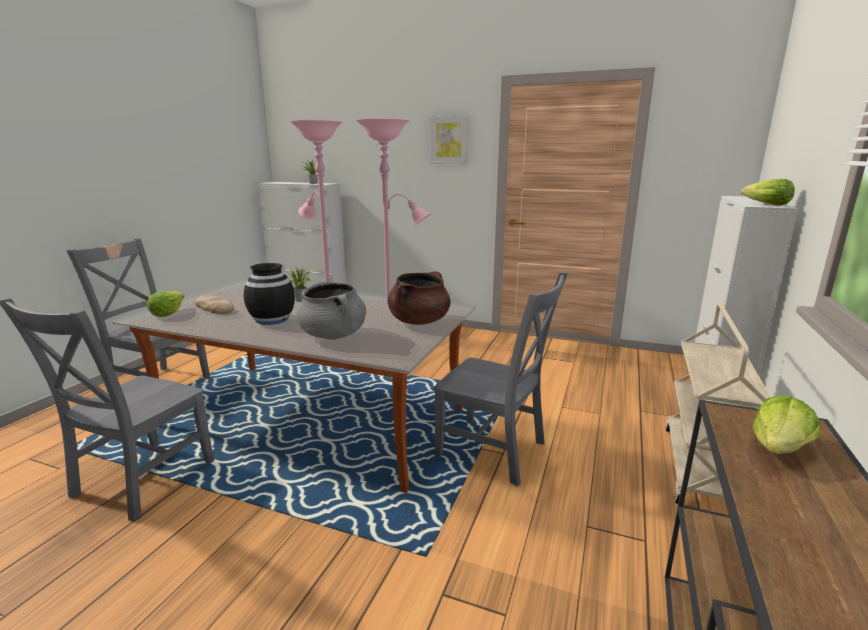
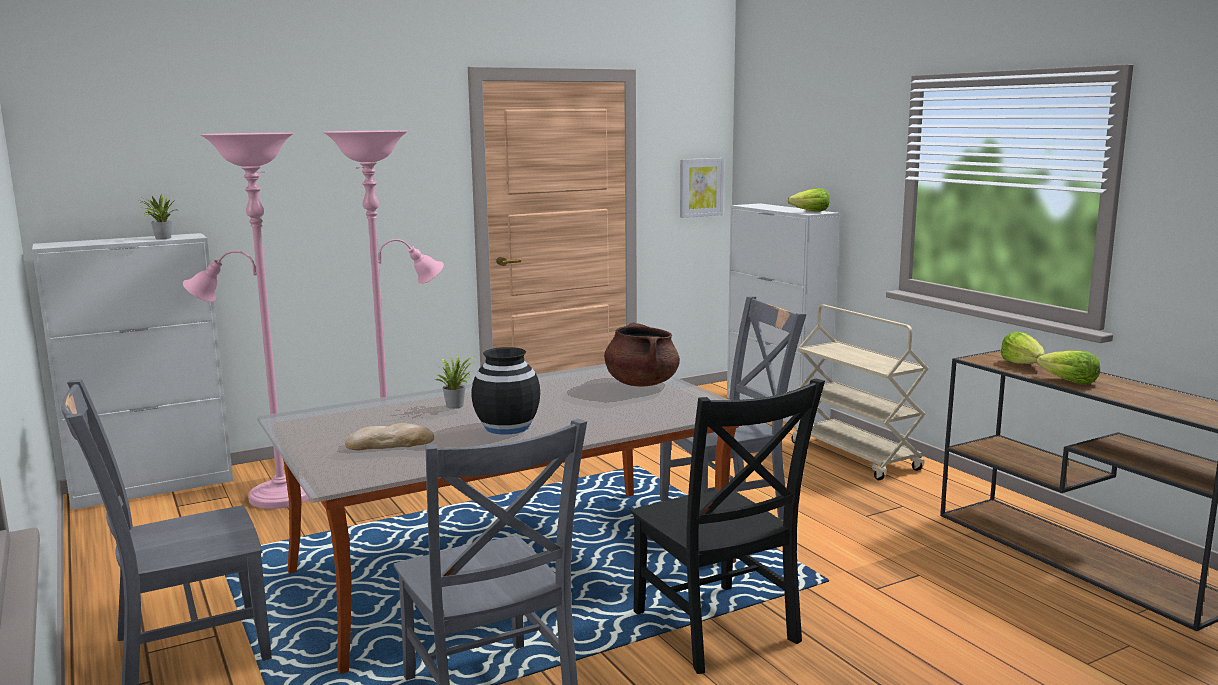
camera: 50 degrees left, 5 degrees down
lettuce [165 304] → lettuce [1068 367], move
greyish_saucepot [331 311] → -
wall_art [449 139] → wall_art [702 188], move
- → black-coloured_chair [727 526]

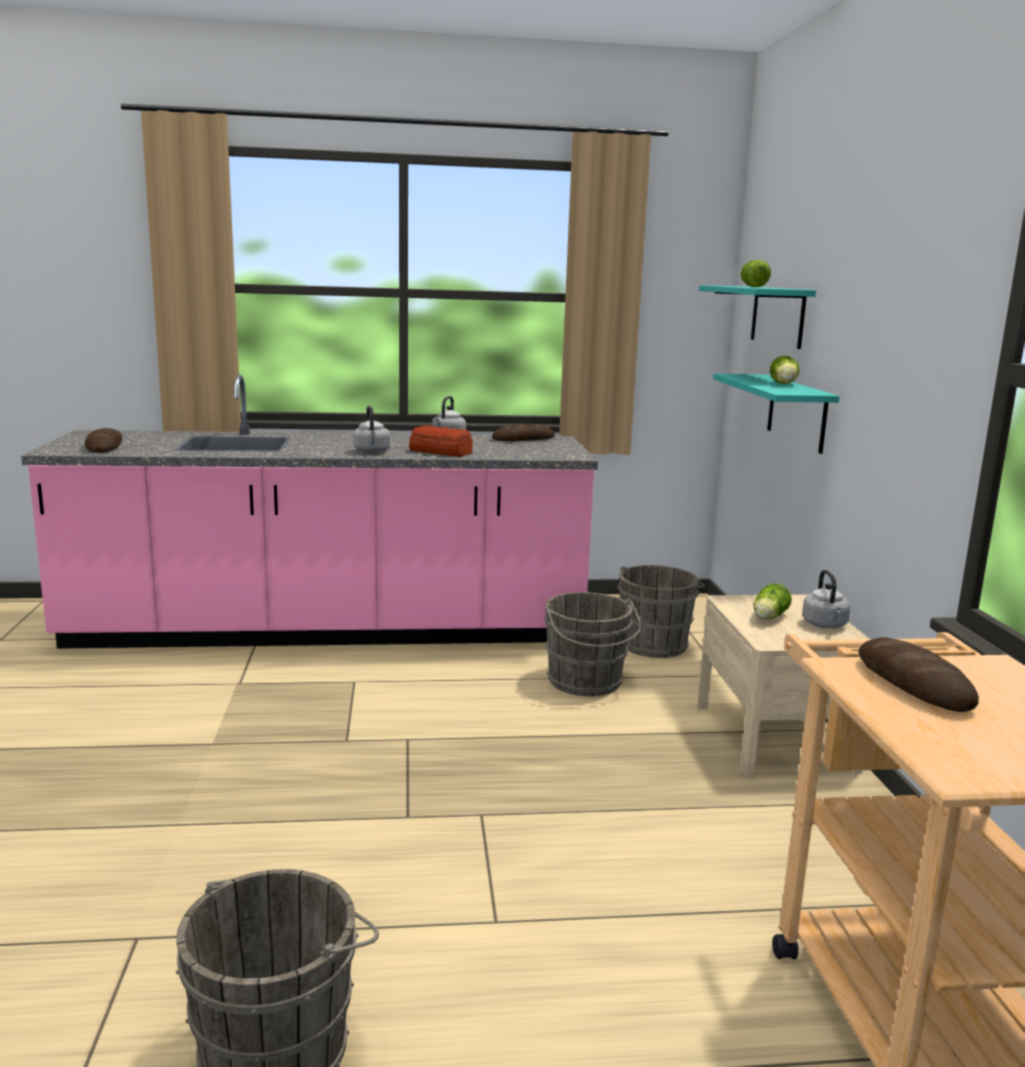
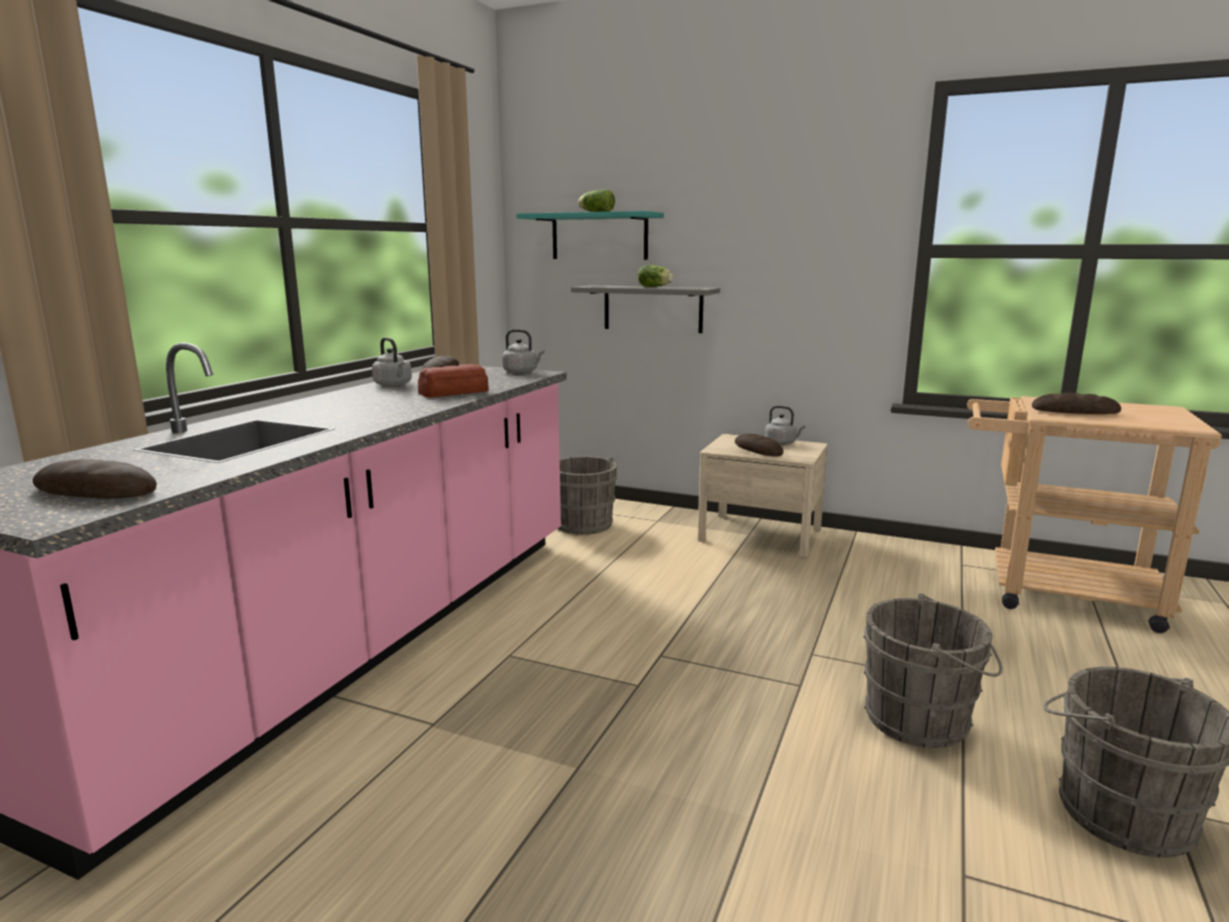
camera: 60 degrees left, 0 degrees up
greyish_water_kettle [372 429] → greyish_water_kettle [523 351], move
greyish_pail [592 644] → greyish_pail [933 670], move
blue-green_bracket_shelf [776 413] → greyish_bracket_shelf [645 309]
lettuce [773 601] → bakery_bread [759 445]

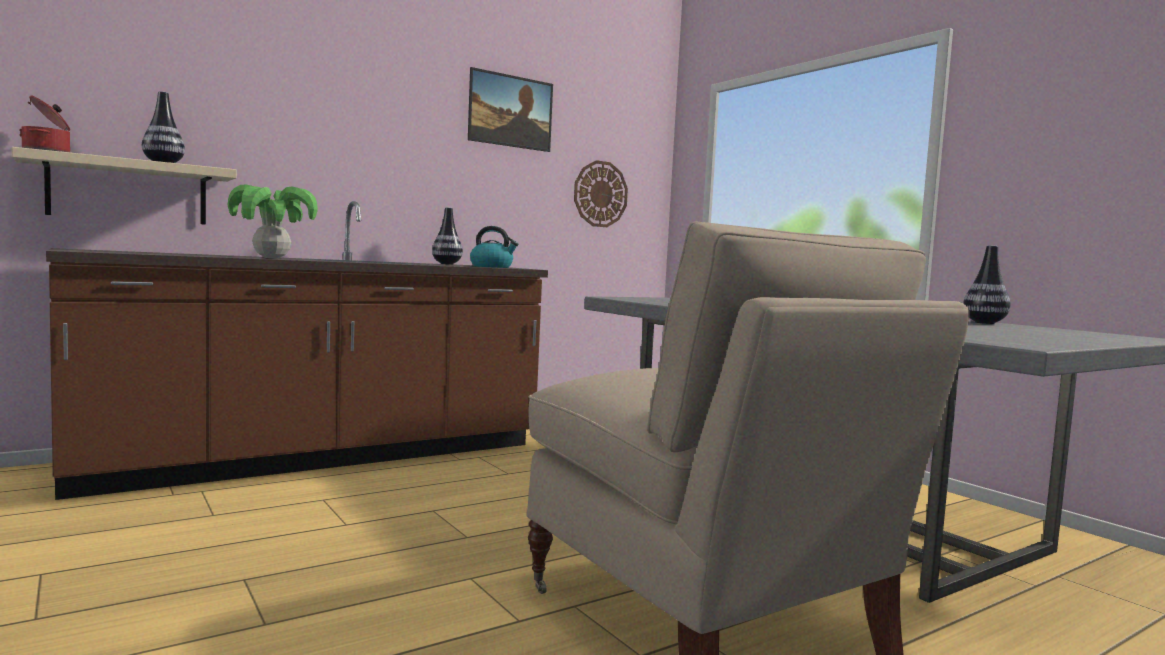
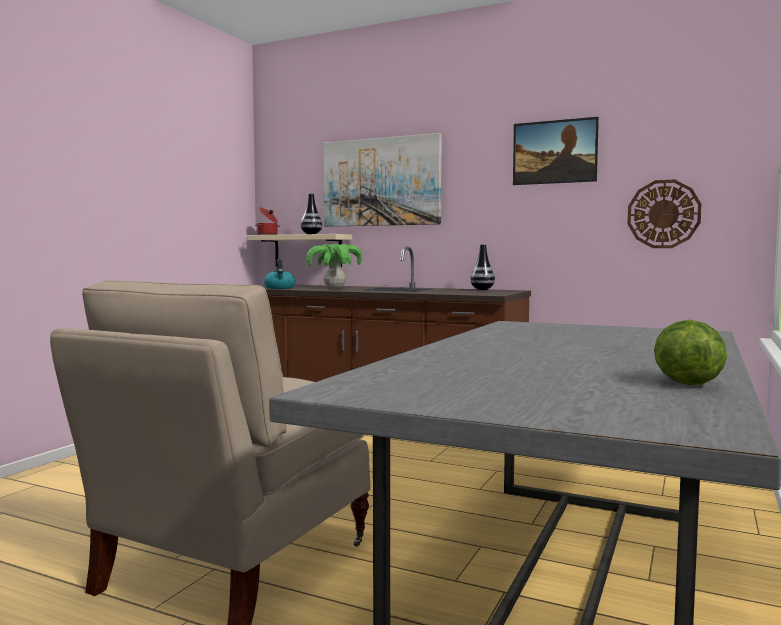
camera: 60 degrees right, 0 degrees up
water_kettle [494 247] → water_kettle [279 274], move
flower_vase [986 284] → lettuce [690 352]
- → wall_art [382 180]

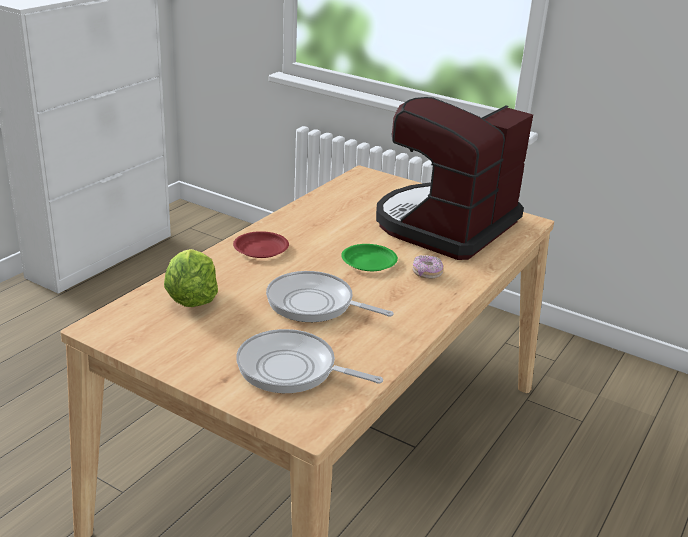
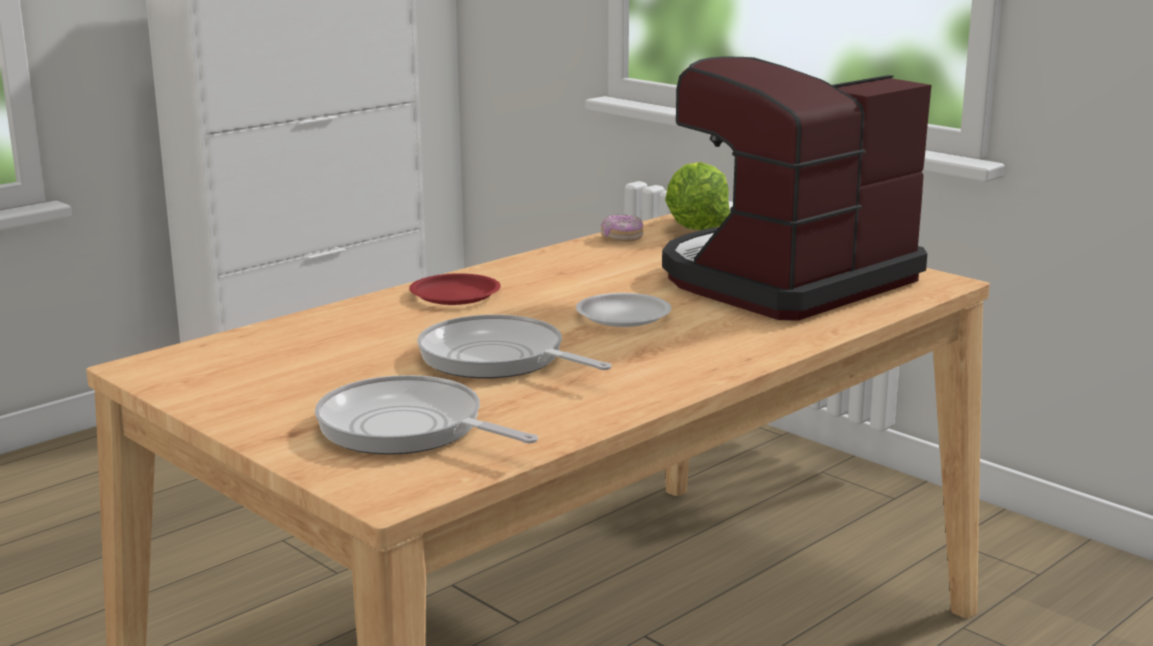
camera: 15 degrees right, 10 degrees down
lettuce [191 278] → lettuce [697 196], move
green_flat_dish [369 257] → white_flat_dish [623 310]
doughnut [427 267] → doughnut [622 228], move

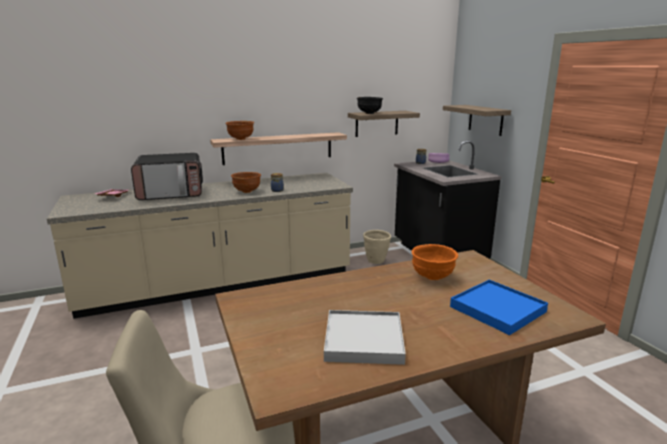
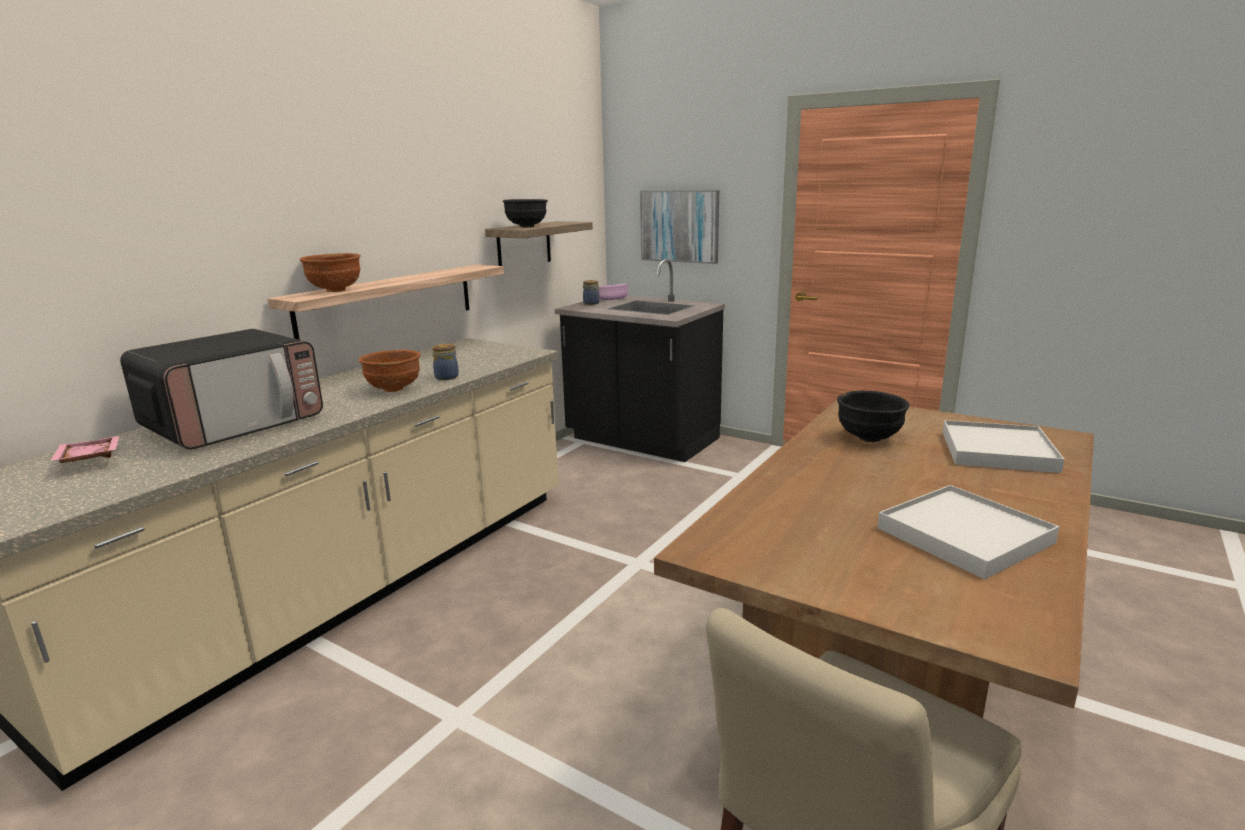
camera: 35 degrees left, 0 degrees up
beige-coloured_planter [377 247] → -
orange-coloured_serving_bowl [435 262] → black-coloured_serving_bowl [873 416]
bracket_shelf [477 120] → wall_art [679 227]
blue-coloured_serving_tray [499 307] → white_serving_tray [1003 446]

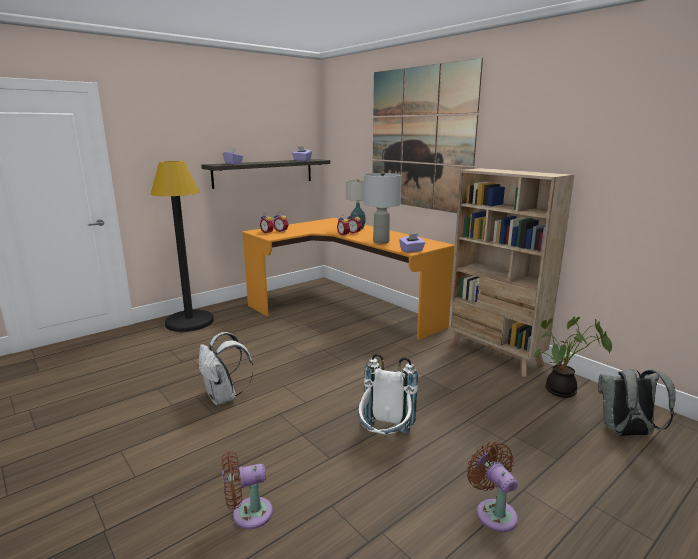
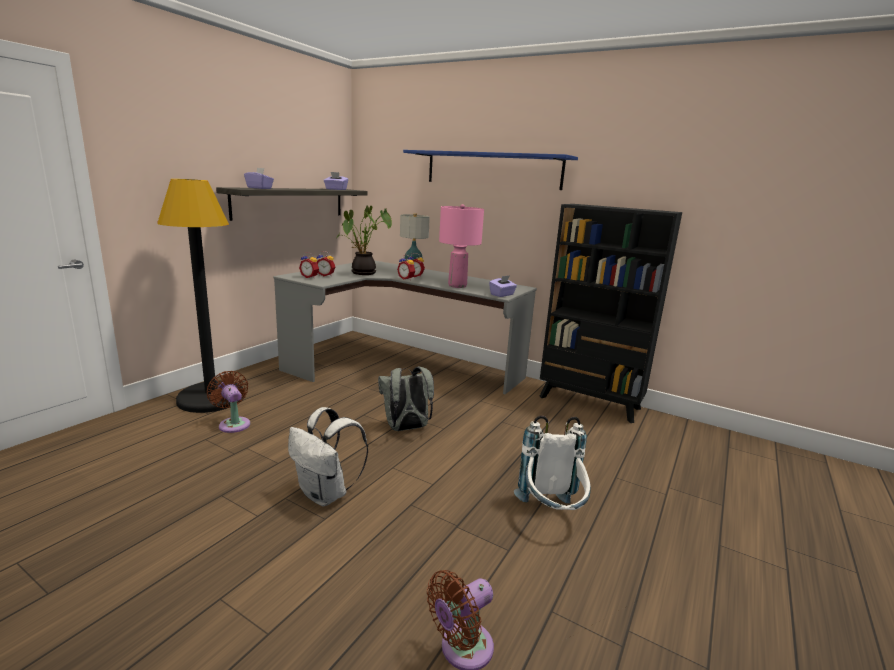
camera: 20 degrees left, 0 degrees up
orange-coloured_desk [348 279] → greyish_desk [405 327]
greyish_table_lamp [383 208] → pinkish_table_lamp [461 246]
wall_art [427 135] → blue-coloured_bracket_shelf [490 170]
beige-coloured_bookshelf [511 272] → black-coloured_bookshelf [610 313]
brown_fan [492 487] → brown_fan [228 402], move
plant_in_a_pot [572 357] → plant_in_a_pot [364 240], move
greyish_knapsack [637 402] → greyish_knapsack [406 399], move

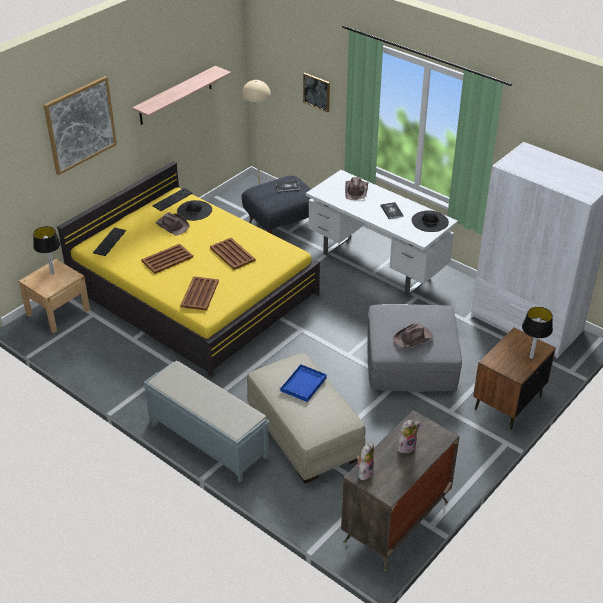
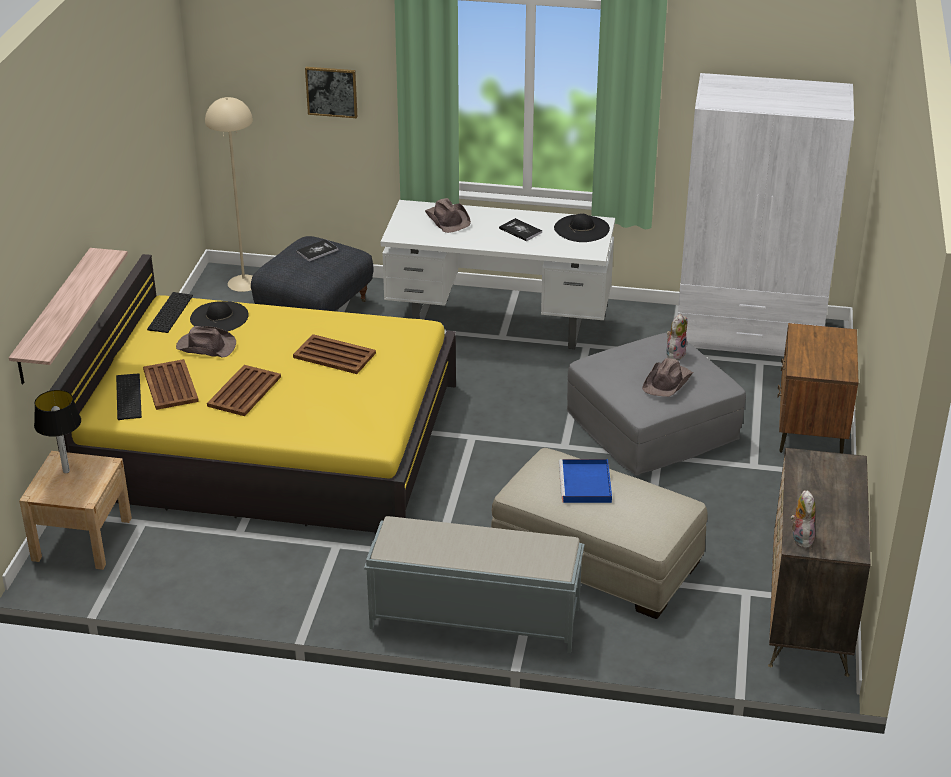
camera: 30 degrees left, 5 degrees down
wall_art [80 125] → -
bracket_shelf [181 95] → bracket_shelf [68 316], move
brown_serving_tray [199 293] → brown_serving_tray [171 384], move
soft_toy [409 436] → soft_toy [676 337], move
table_lamp [537 333] → -

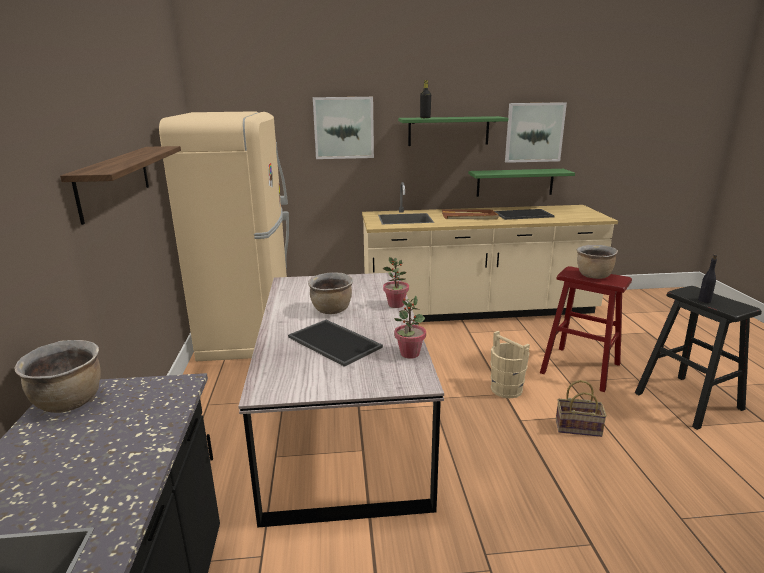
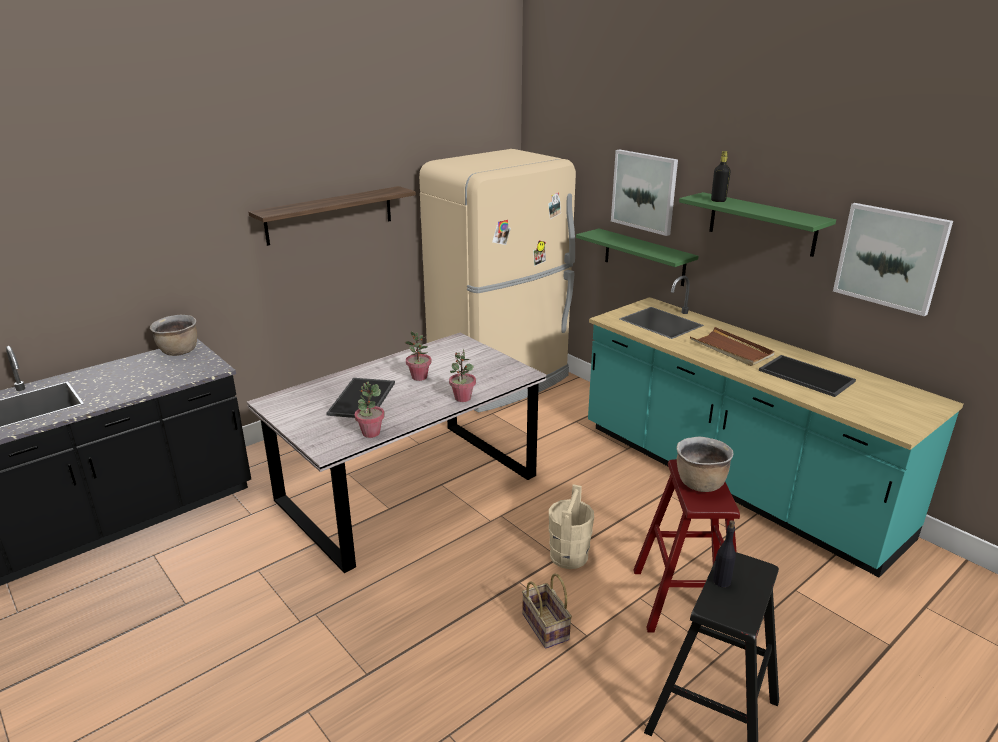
camera: 55 degrees right, 5 degrees up
brown_saucepot [330 293] → plant_in_a_pot [418 356]
beige-coloured_kitchen_base_unit [490 252] → blue-green_kitchen_base_unit [775 426]
green_bracket_shelf [521 183] → green_bracket_shelf [637 257], move

